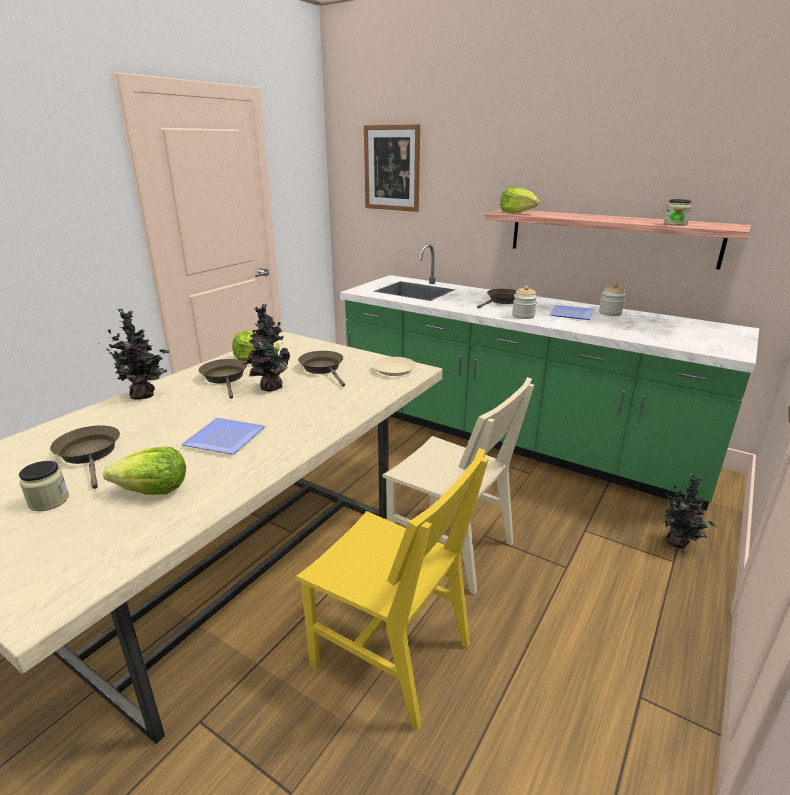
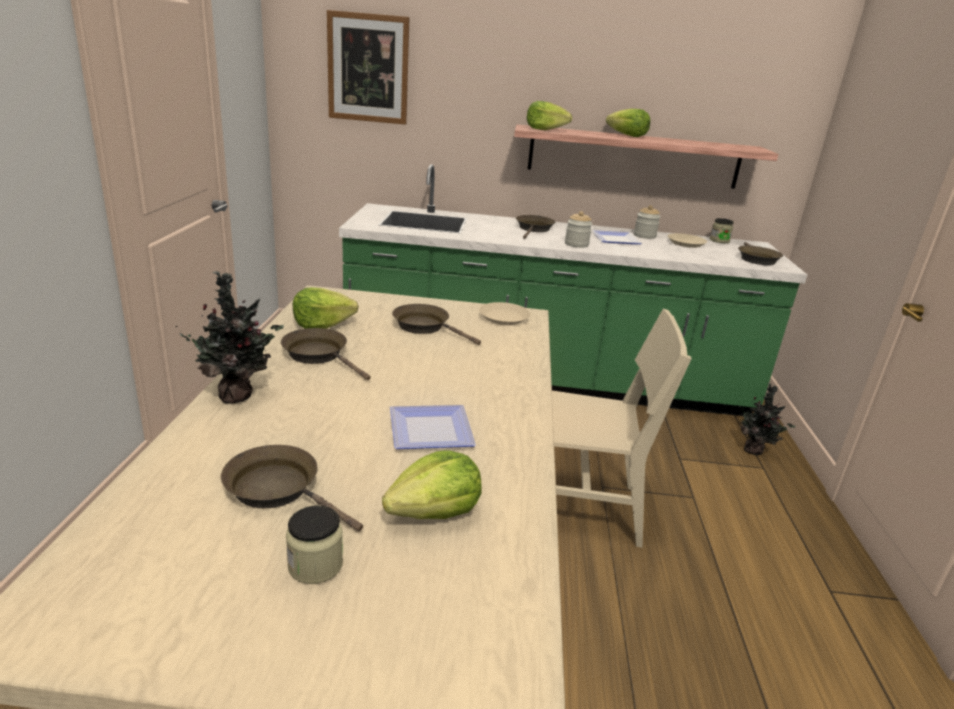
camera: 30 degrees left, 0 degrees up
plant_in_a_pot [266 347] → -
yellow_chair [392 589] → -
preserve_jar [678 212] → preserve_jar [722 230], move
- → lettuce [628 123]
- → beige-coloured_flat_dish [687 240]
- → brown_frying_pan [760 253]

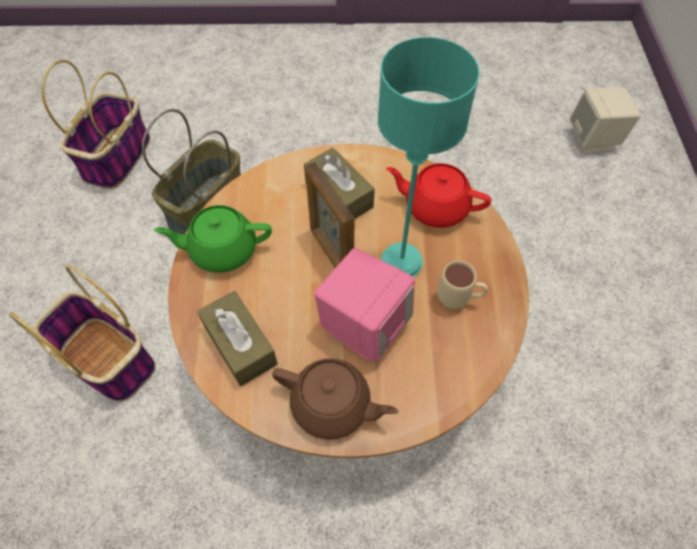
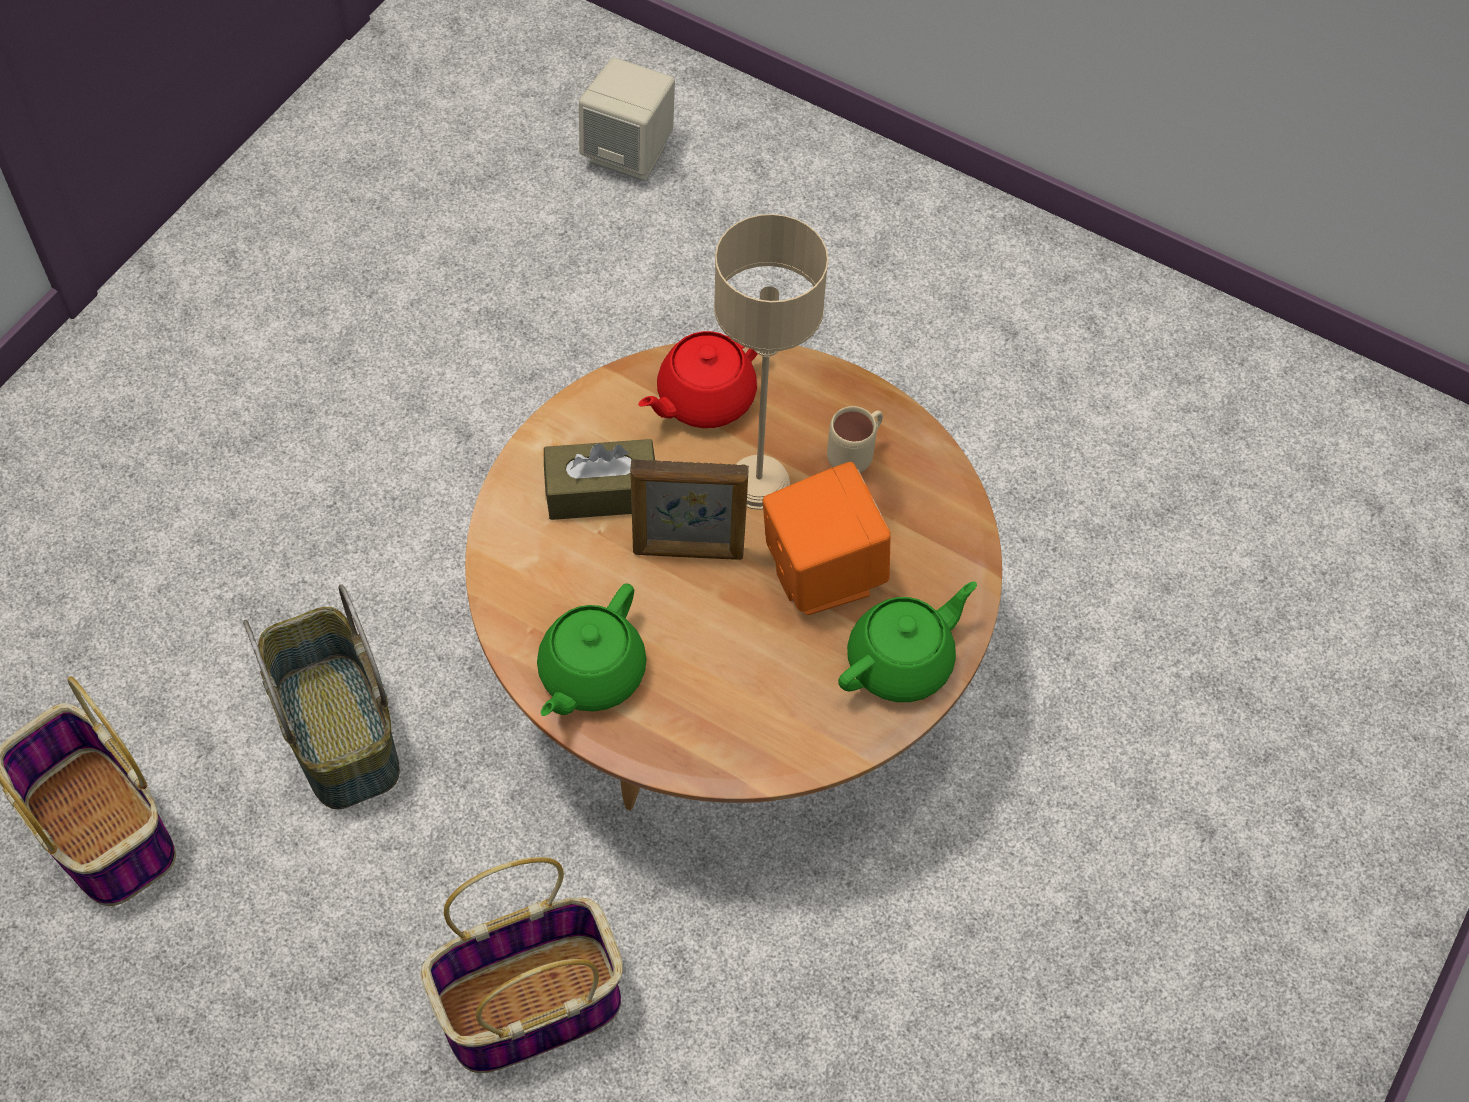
camera: 60 degrees left, 0 degrees up
brown_tissue_holder [237 338] → -
brown_teapot [335 399] → green_teapot [907 641]
pinkish_audio_speaker [364 305] → orange-coloured_audio_speaker [827 538]
blue-green_table_lamp [429 157] → beige-coloured_table_lamp [771 362]

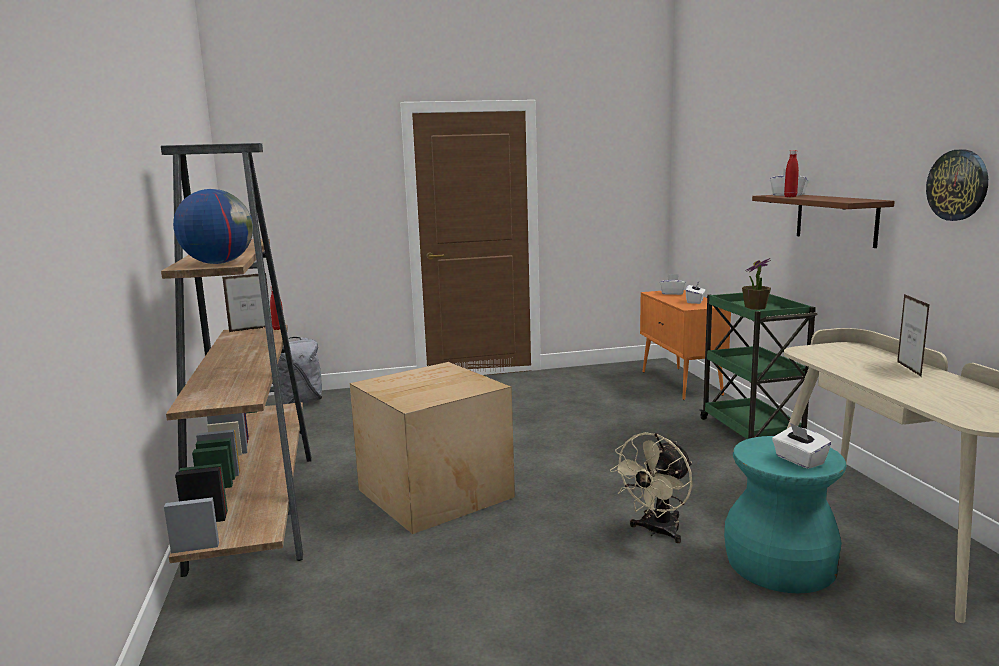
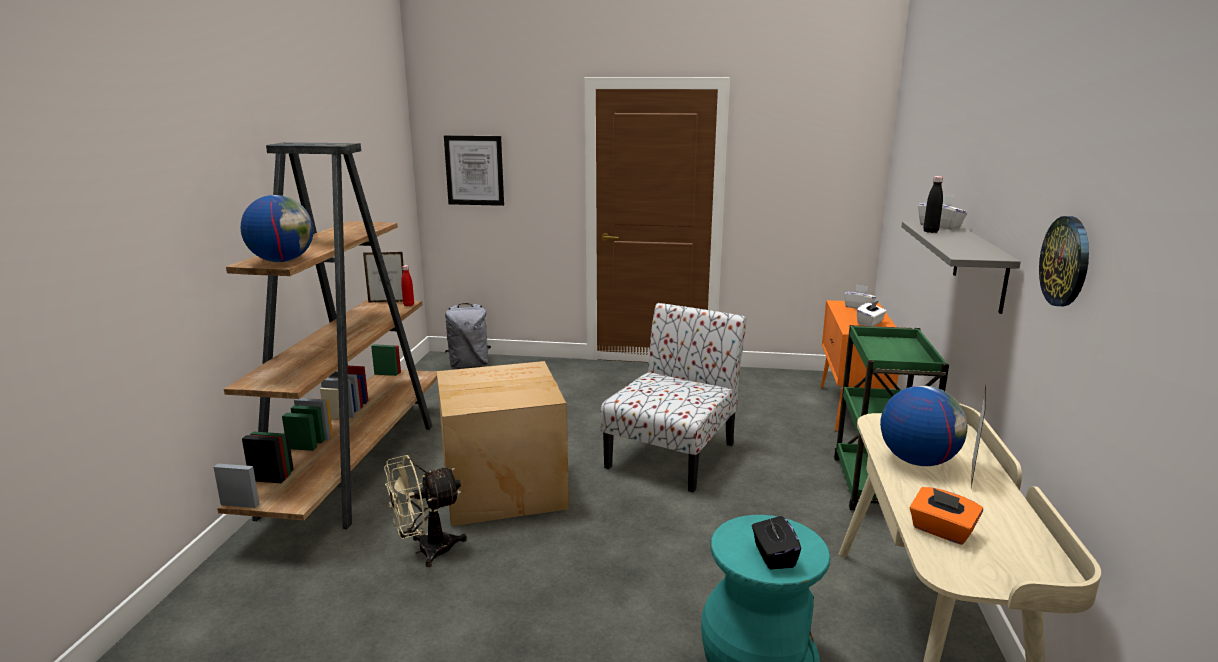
camera: 20 degrees right, 5 degrees up
beige-coloured_fan [651 487] → beige-coloured_fan [425 511], move
plant_in_a_pot [756 284] → -
brown_bracket_shelf [823 221] → greyish_bracket_shelf [961 267]
white_tissue_holder [801 446] → black-coloured_tissue_holder [776 542]
red-coloured_beverage_bottle [791 173] → black-coloured_beverage_bottle [933 204]
- → wall_art [474 170]
- → chair [673 397]
- → desk_globe [924 425]
- → orange-coloured_tissue_holder [946 516]

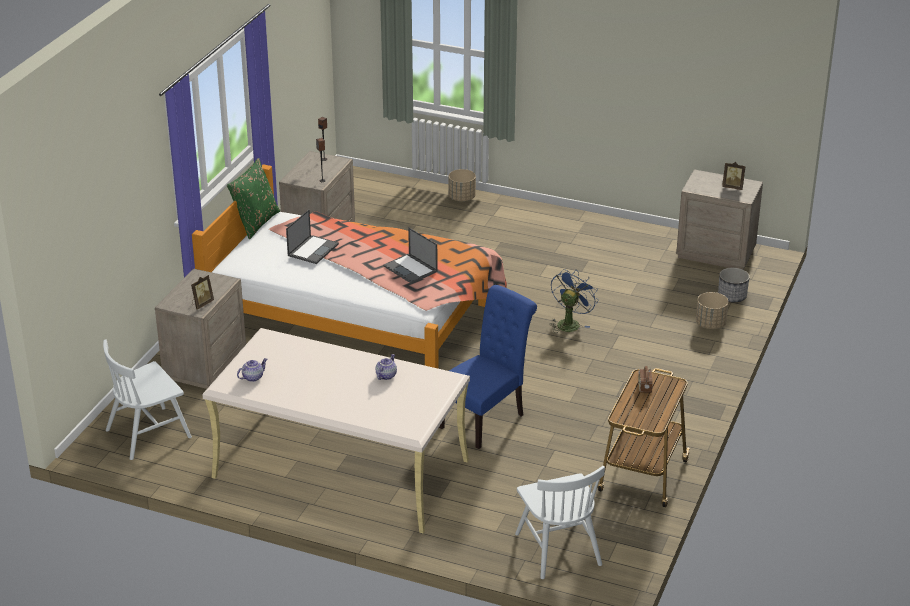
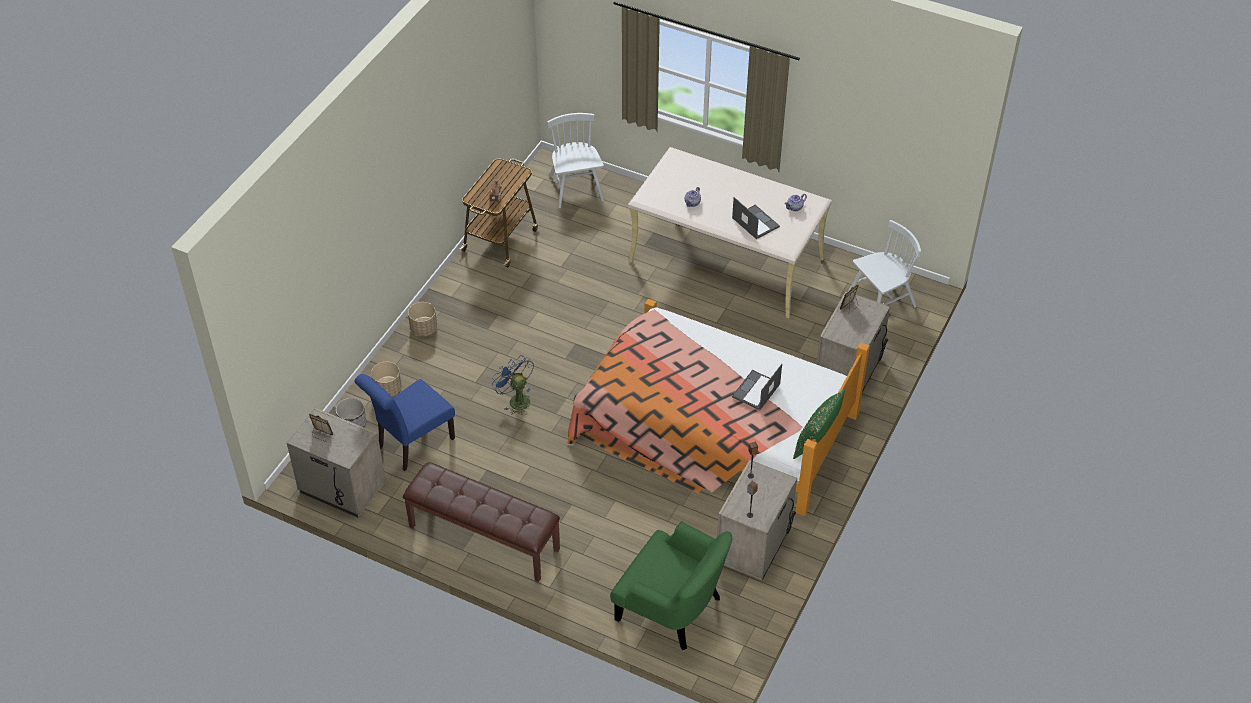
camera: 175 degrees left, 15 degrees up
notebook_computer [410 255] → notebook_computer [756 218], move
blue-coloured_chair [488 367] → blue-coloured_chair [405 422], move
beige-coloured_planter [462 185] → beige-coloured_planter [422 319], move
blue-coloured_fan [573 301] → blue-coloured_fan [513 385], 105 degrees clockwise
- → brown_bench [481 522]
- → green_armchair [671 585]

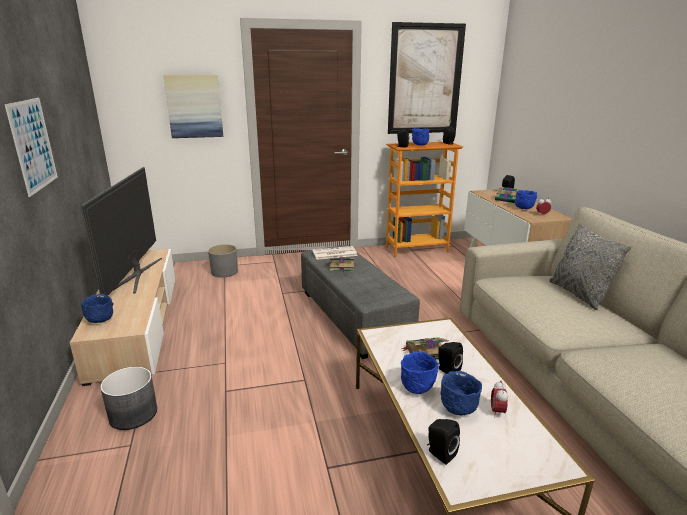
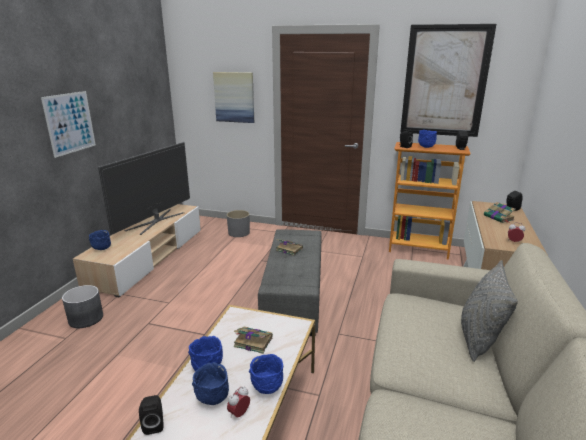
camera: 30 degrees right, 0 degrees up
newspaper [335 253] → -
black-coloured_audio_speaker [450 358] → -
blue-coloured_serving_bowl [526 199] → blue-coloured_serving_bowl [266 374], move

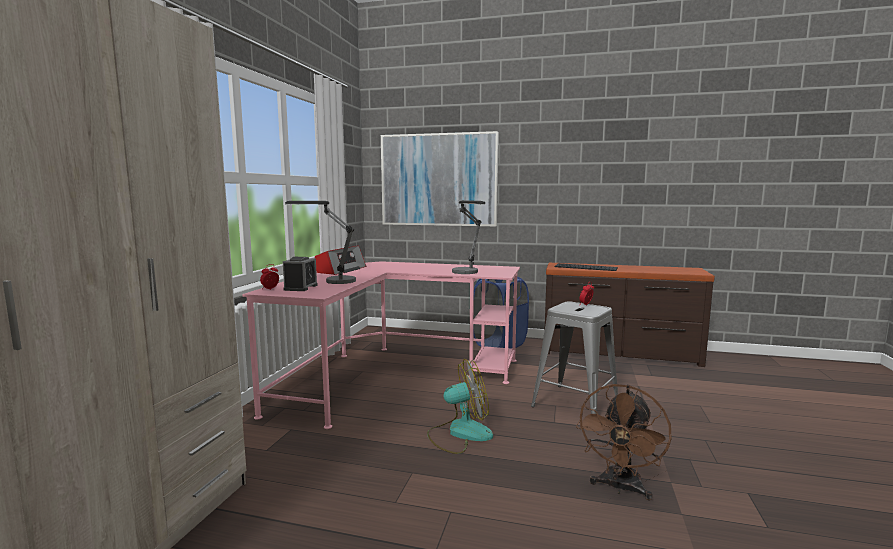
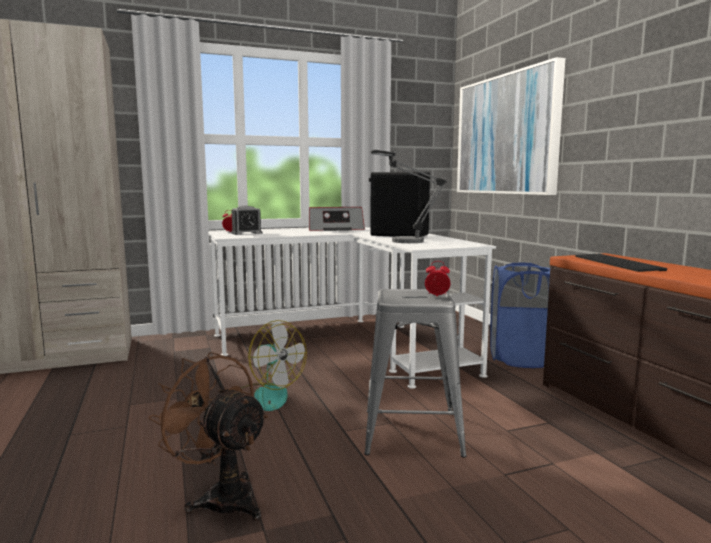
camera: 55 degrees right, 0 degrees up
pinkish_desk [381 345] → white_desk [352 308]
table_lamp [320 242] → -
brown_fan [623 442] → brown_fan [208 436], 45 degrees clockwise
- → black-coloured_audio_speaker [399 204]

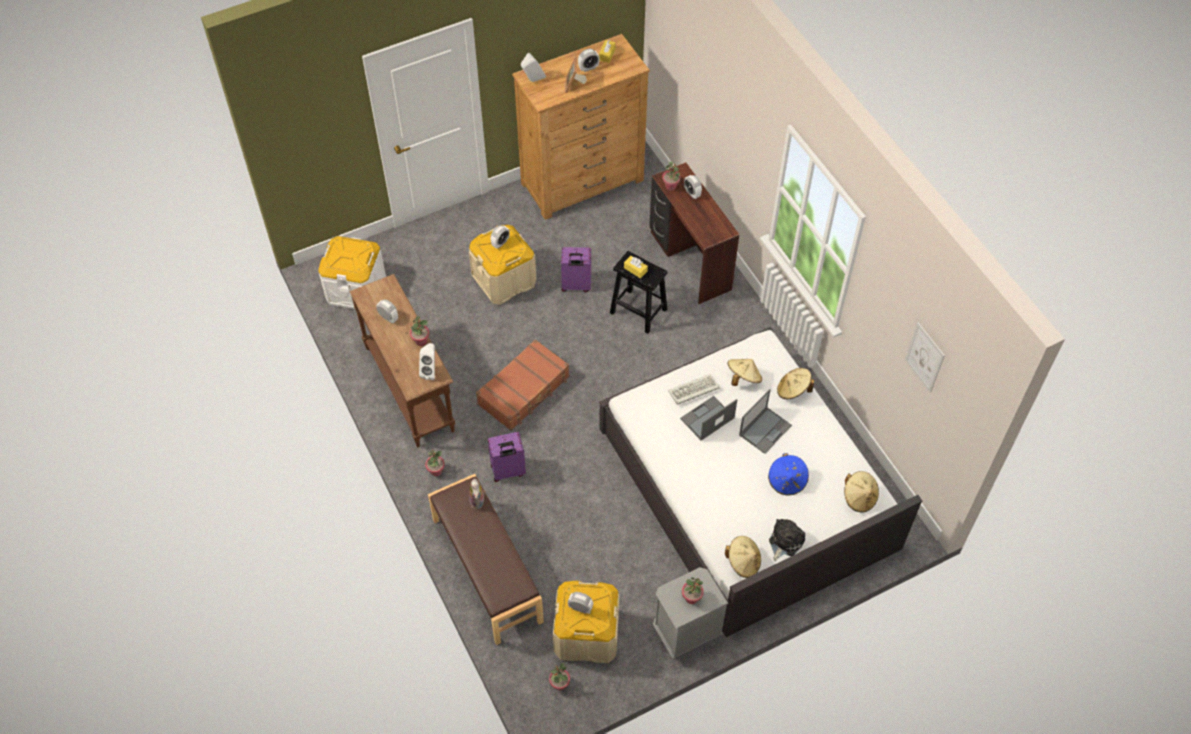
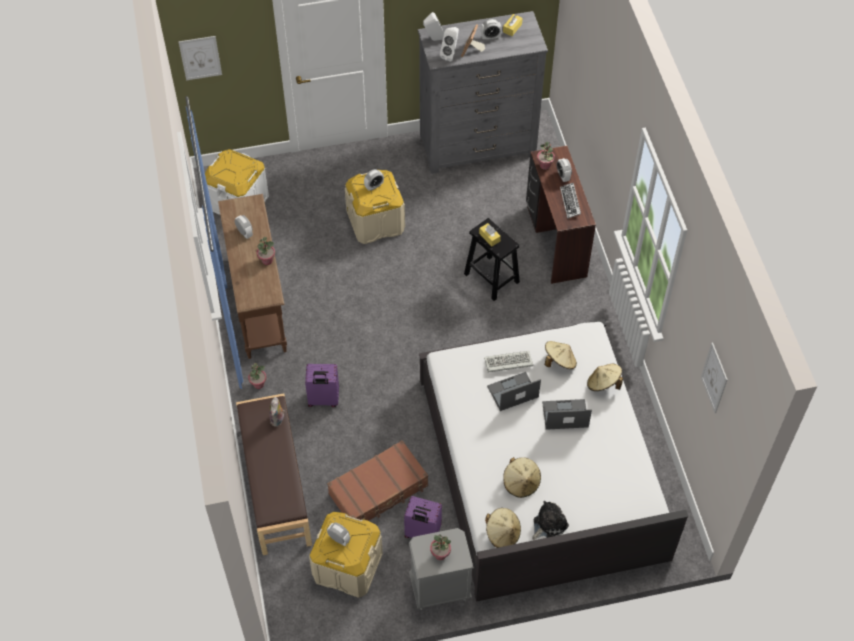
camera: 15 degrees right, 0 degrees up
white_audio_speaker [427 361] → white_audio_speaker [449 44], move
brown_piece_of_luggage [523 385] → brown_piece_of_luggage [377 480], move
brown_dresser [581 127] → greyish_dresser [483 92]
plant_in_a_pot [559 677] → -
purple-coloured_piece_of_luggage [576 269] → purple-coloured_piece_of_luggage [423 517], move
notebook_computer [765 421] → notebook_computer [567 414], 150 degrees counterclockwise
blue-coloured_wearable_hat [788 474] → -
beige-coloured_wearable_hat [861 492] → beige-coloured_wearable_hat [522 477], move
- → wall_art [200 58]
- → PC_keyboard [570 201]

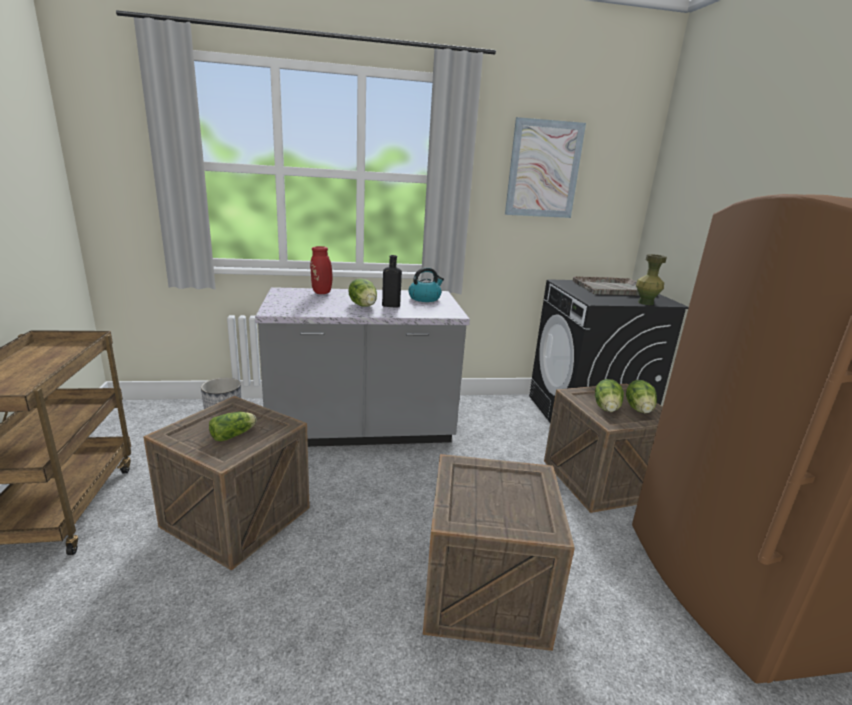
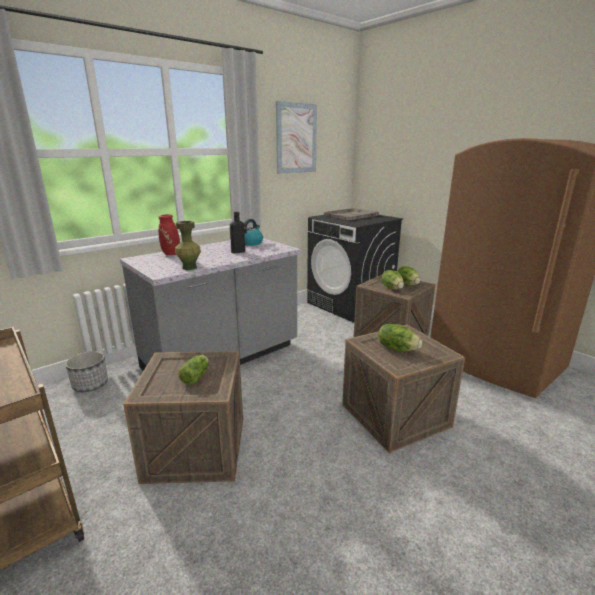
camera: 30 degrees left, 0 degrees up
lettuce [362 293] → lettuce [400 337], move
green_flower_vase [651 279] → green_flower_vase [188 245], move

